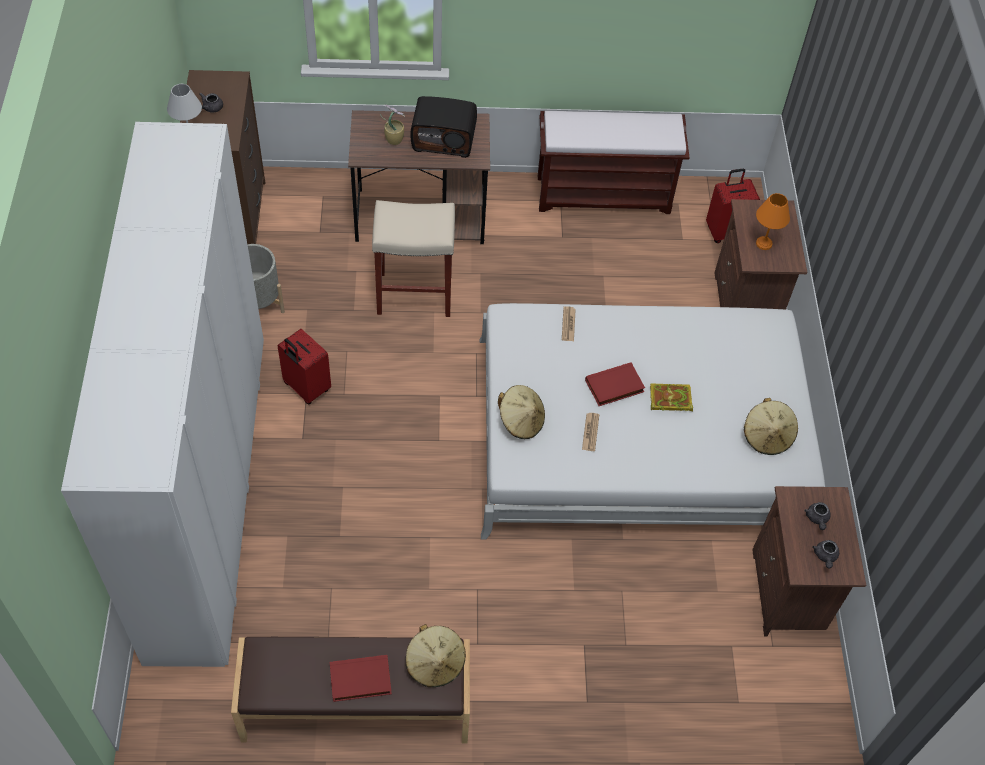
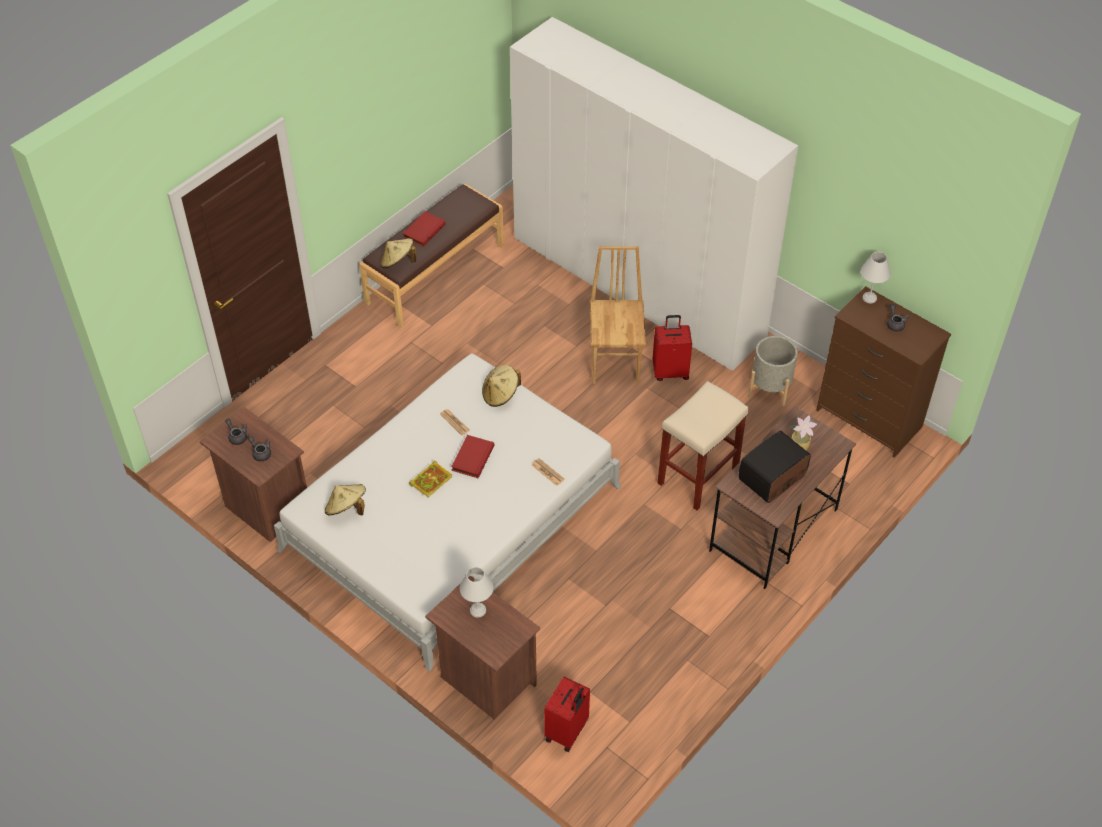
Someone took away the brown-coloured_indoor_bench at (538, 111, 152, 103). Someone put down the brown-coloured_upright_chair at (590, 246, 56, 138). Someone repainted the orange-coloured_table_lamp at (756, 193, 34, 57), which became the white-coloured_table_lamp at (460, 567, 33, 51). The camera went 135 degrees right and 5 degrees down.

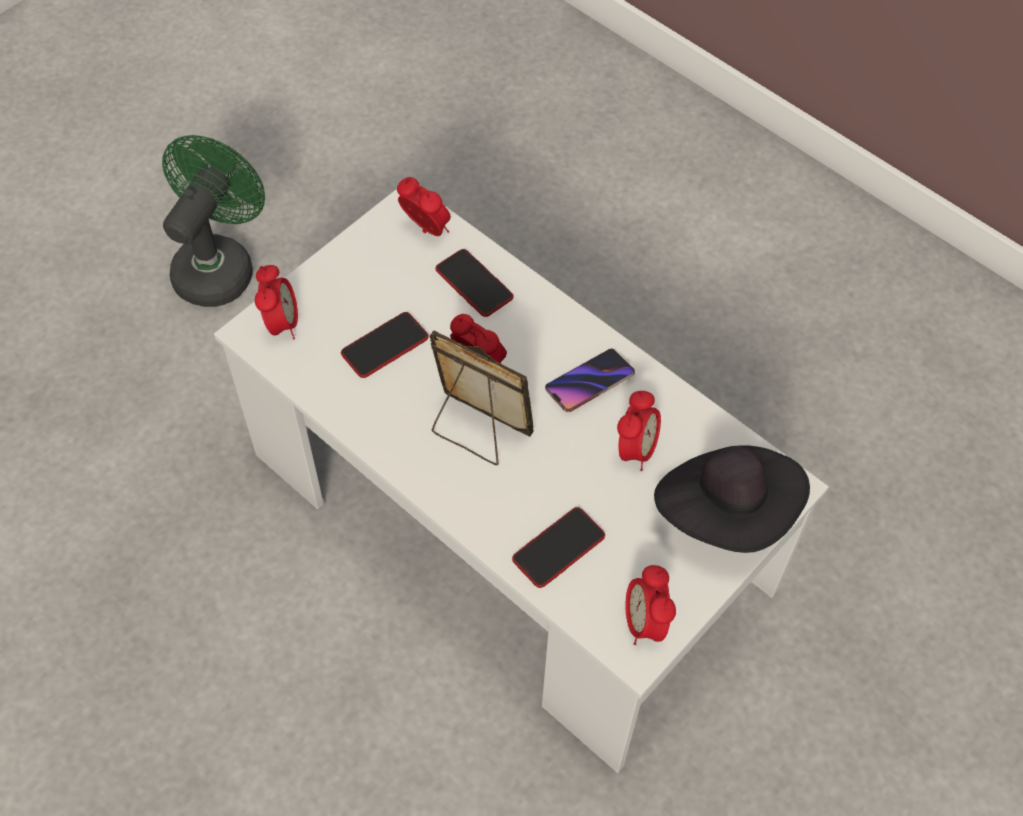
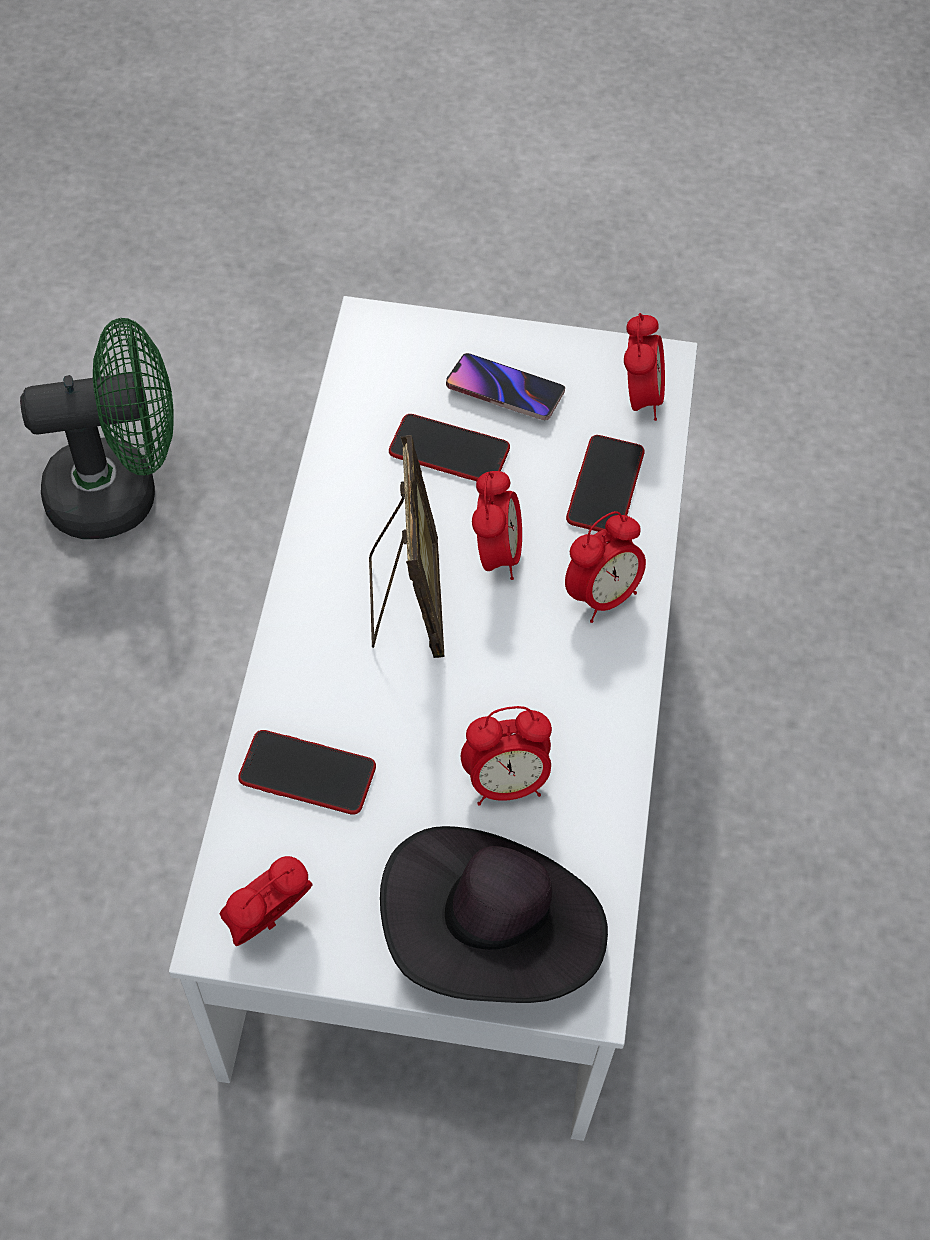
Someone carried the green_fan from (162, 135, 103, 172) to (20, 318, 154, 221). Someone carried the table_clock from (255, 265, 43, 75) to (565, 511, 81, 112). Someone carried the handset from (545, 348, 90, 64) to (446, 353, 119, 68). The camera went 55 degrees right and 0 degrees up.

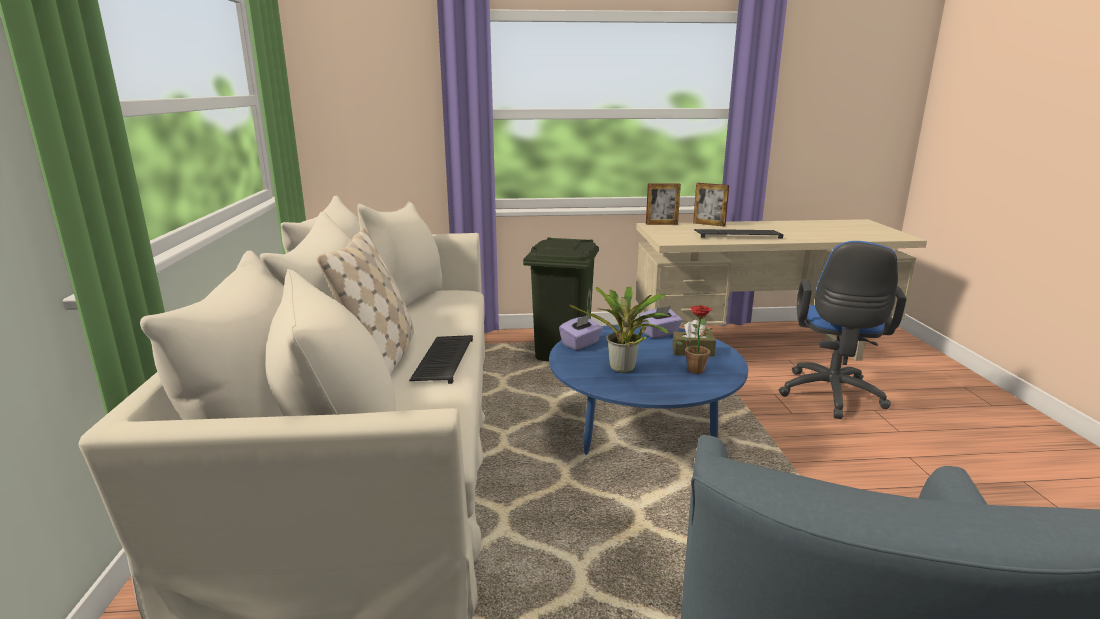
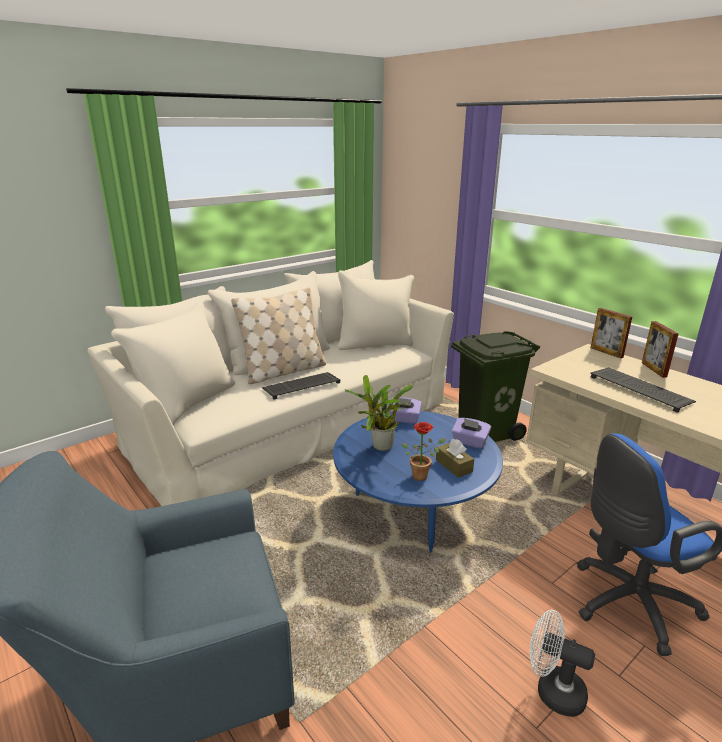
Someone put down the white-coloured_fan at (530, 610, 65, 107). The camera went 55 degrees right and 5 degrees up.

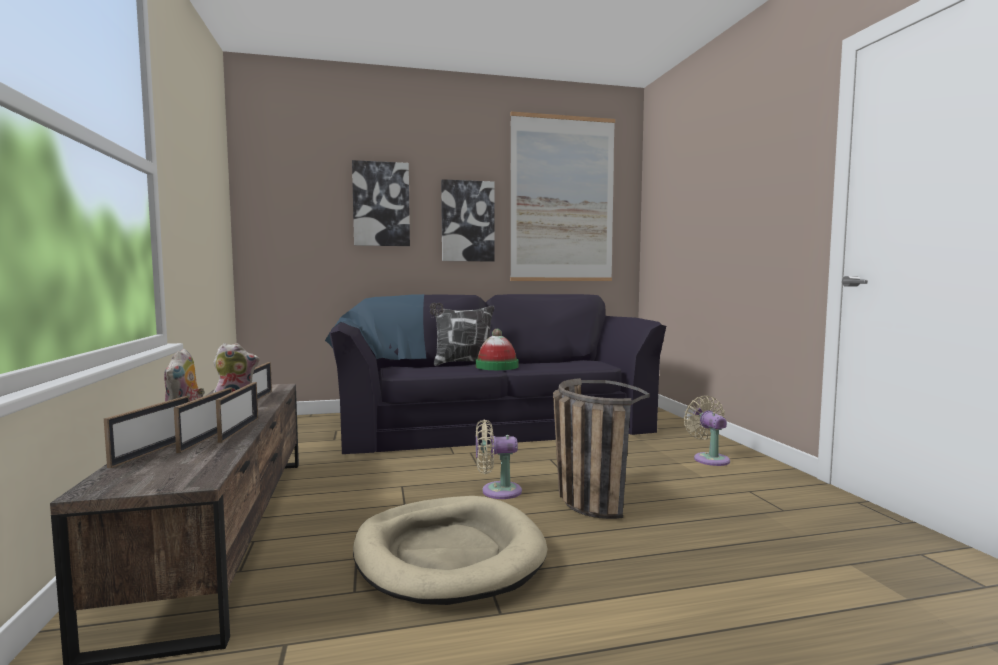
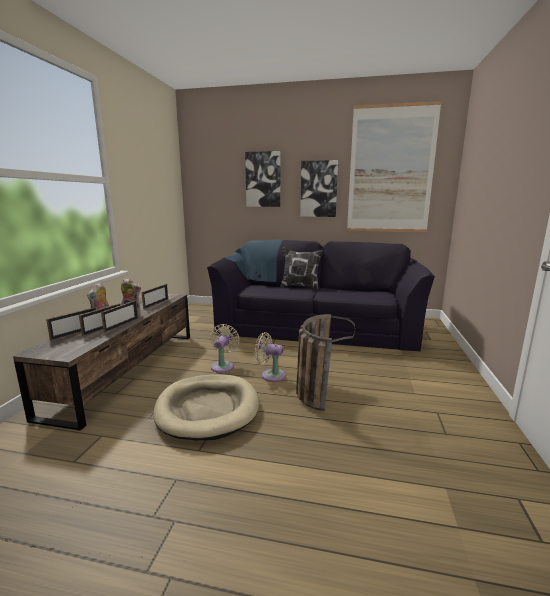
Someone took away the wearable_hat at (475, 329, 44, 41). Someone carried the beige_fan from (684, 396, 46, 70) to (210, 324, 30, 49). The camera went 25 degrees right and 10 degrees up.

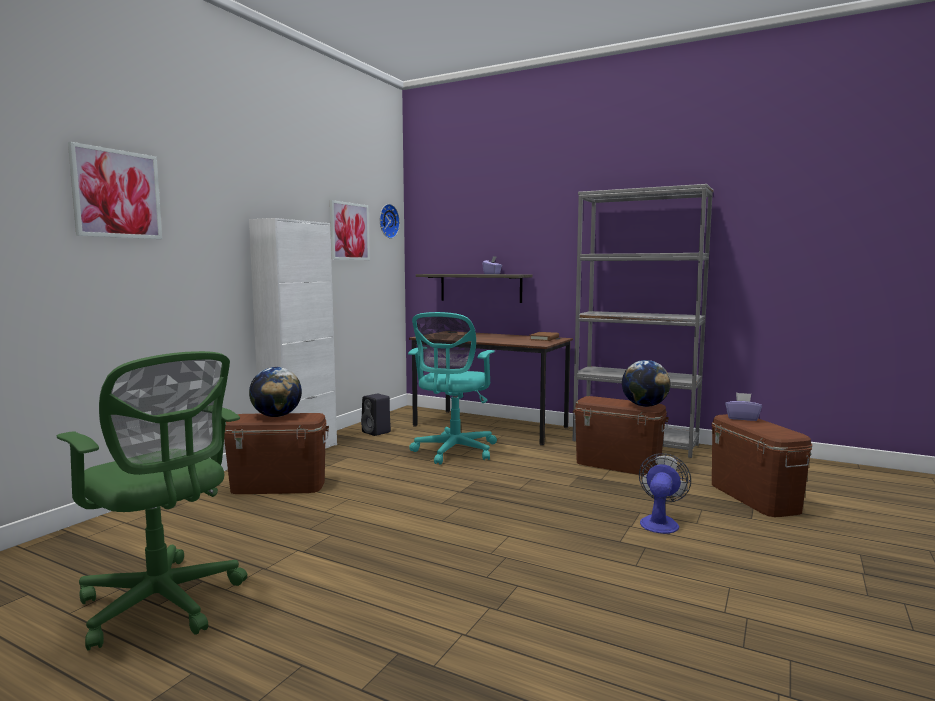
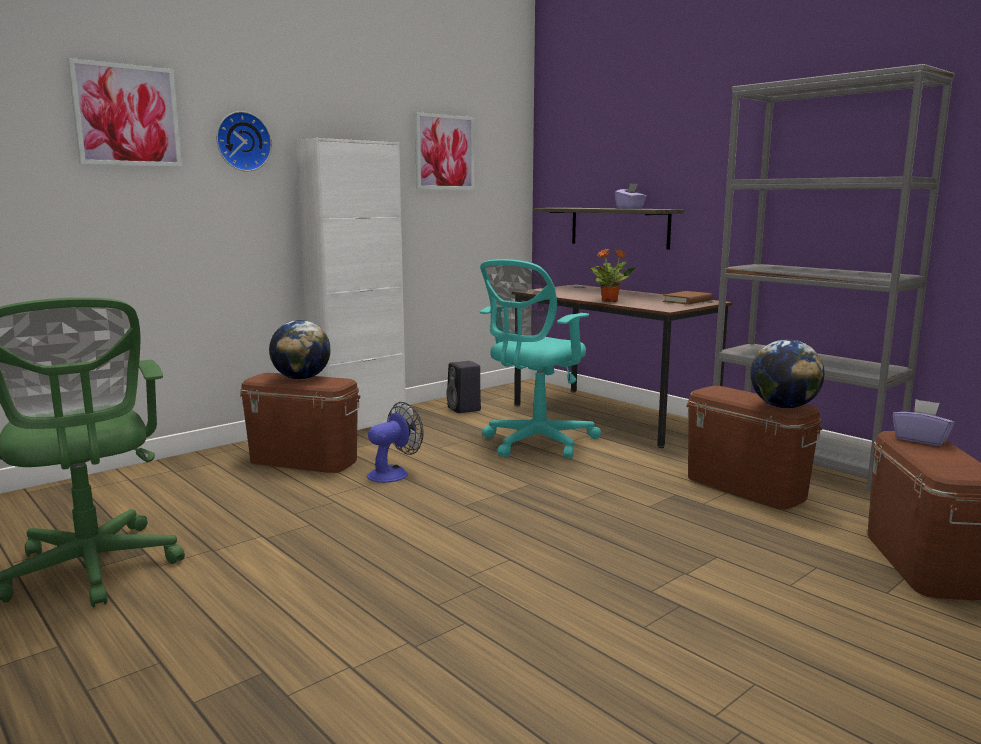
Someone put down the potted_plant at (587, 249, 49, 53). Someone carried the wall_clock from (380, 204, 20, 35) to (216, 111, 56, 61). Someone carried the fan from (639, 453, 52, 81) to (367, 402, 57, 81). The camera went 20 degrees right and 5 degrees up.

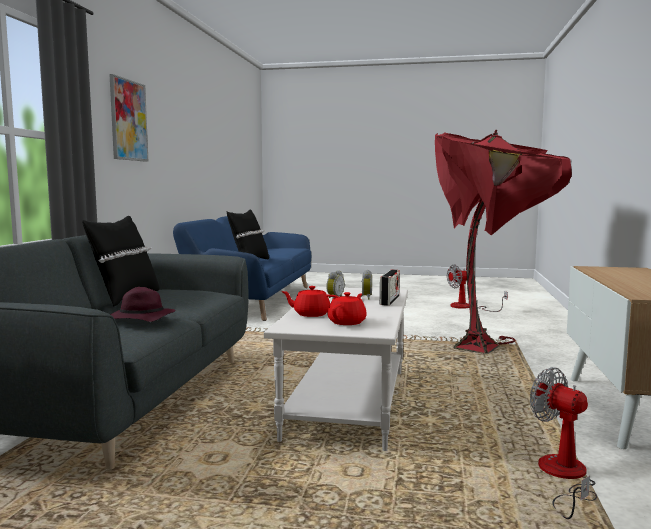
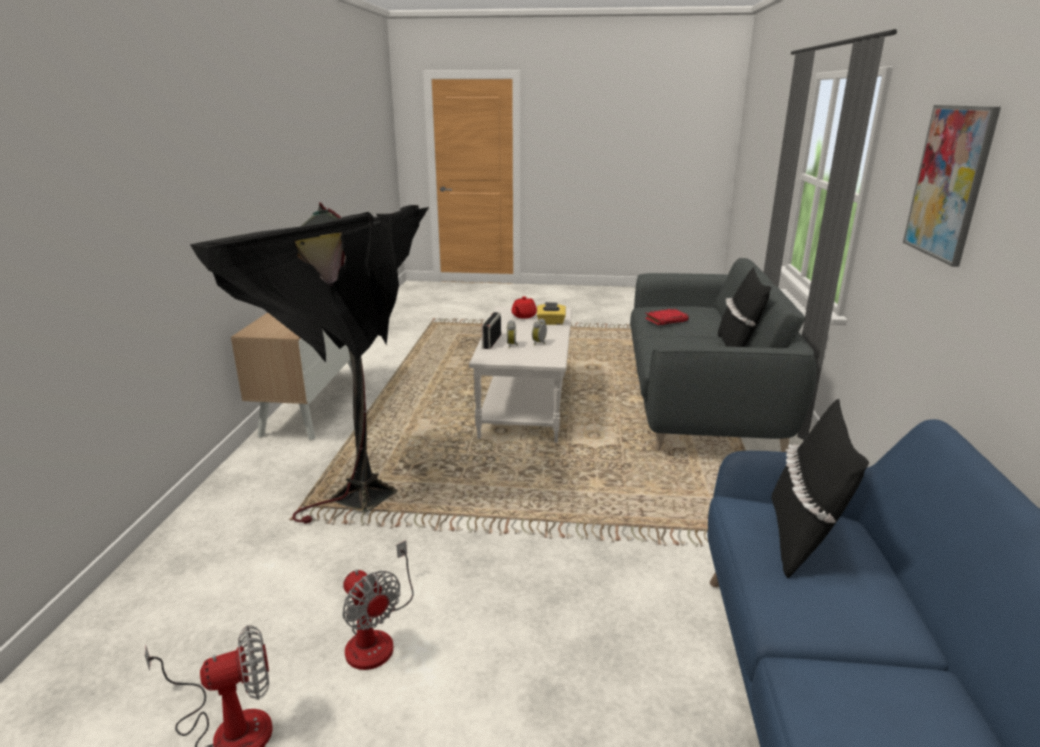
Someone carried the fan from (530, 367, 67, 152) to (342, 540, 72, 130). Someone swapped the purplish_wearable_hat at (110, 287, 66, 35) for the red-coloured_book at (645, 309, 44, 16). Someone swapped the red-coloured_teapot at (281, 286, 58, 31) for the yellowish_tissue_box at (537, 302, 29, 23). Someone repainted the red-coloured_standard_lamp at (435, 130, 137, 224), which became the black_standard_lamp at (190, 202, 239, 322). The camera went 175 degrees right and 15 degrees up.

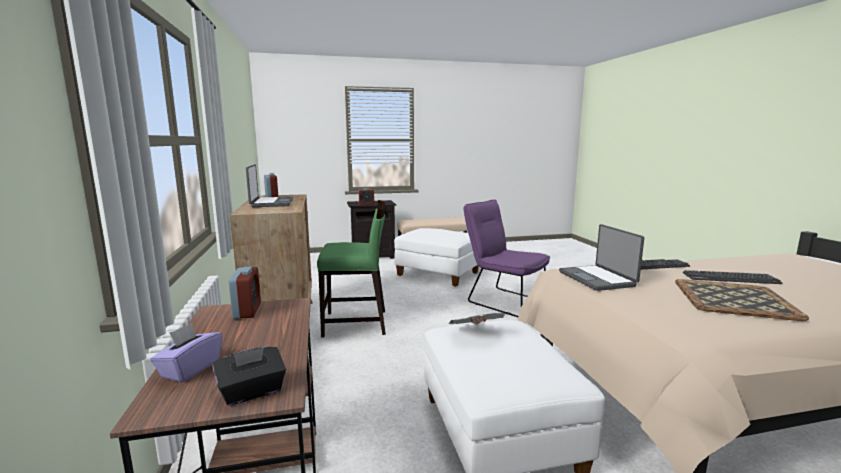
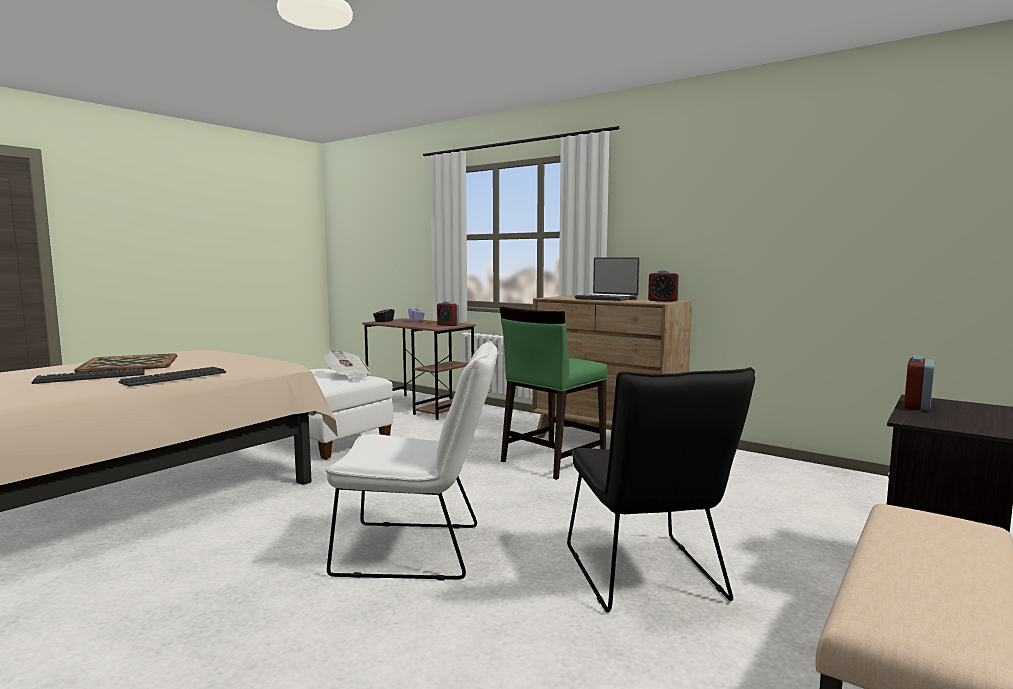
Someone took away the laptop at (559, 224, 85, 67). Someone swapped the white-coloured_pouffe at (394, 228, 85, 59) for the black_upright_chair at (567, 367, 188, 246). Someone repainted the purplish_upright_chair at (463, 200, 87, 117), which became the white-coloured_upright_chair at (325, 341, 173, 239). The camera went 140 degrees right and 5 degrees down.

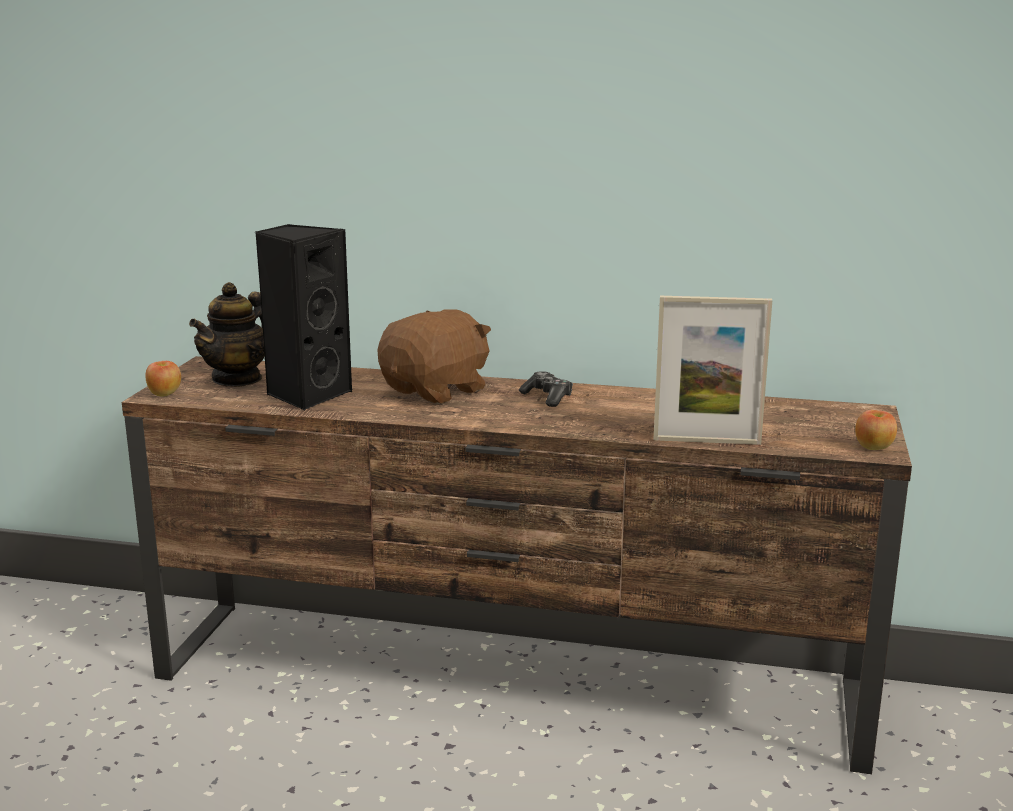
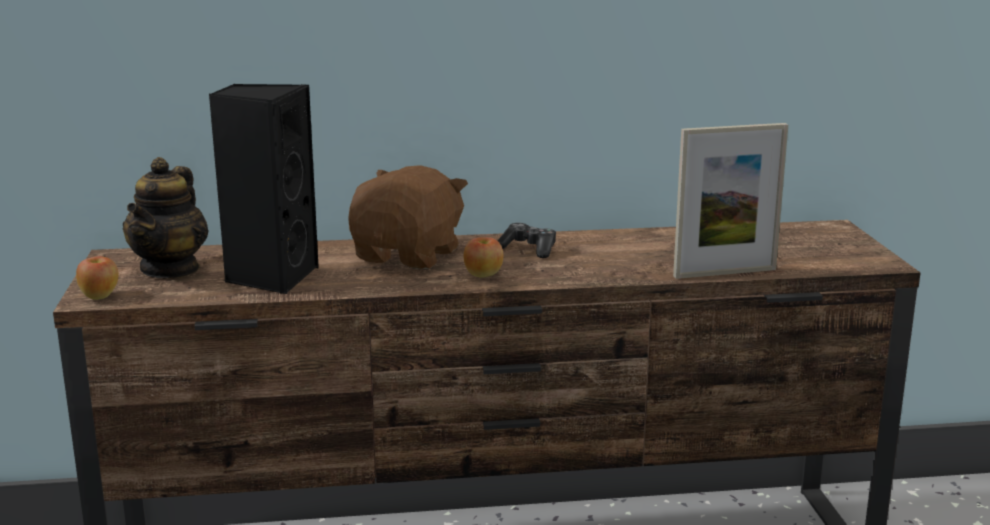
Someone carried the apple_fruit from (855, 410, 42, 40) to (464, 237, 39, 41). The camera went 20 degrees left and 0 degrees up.

